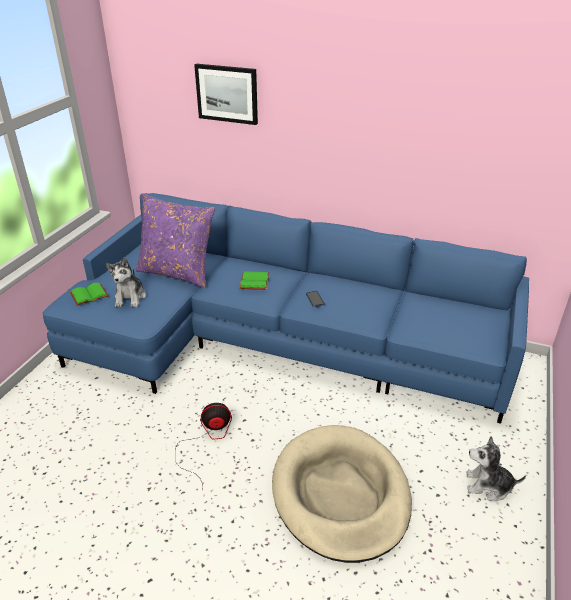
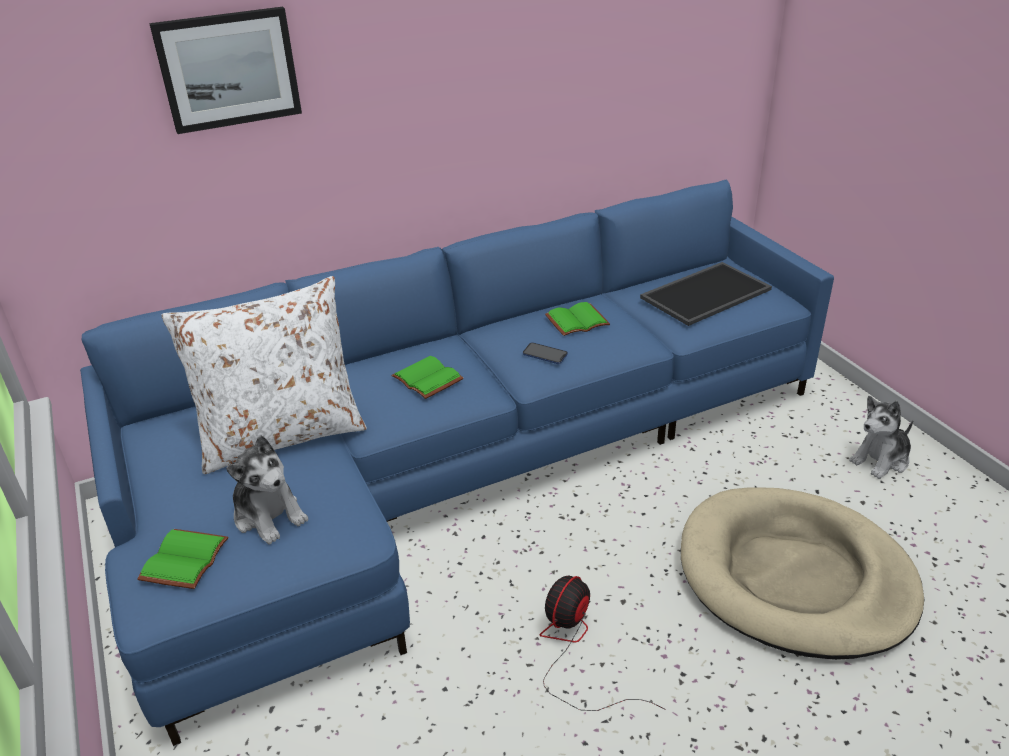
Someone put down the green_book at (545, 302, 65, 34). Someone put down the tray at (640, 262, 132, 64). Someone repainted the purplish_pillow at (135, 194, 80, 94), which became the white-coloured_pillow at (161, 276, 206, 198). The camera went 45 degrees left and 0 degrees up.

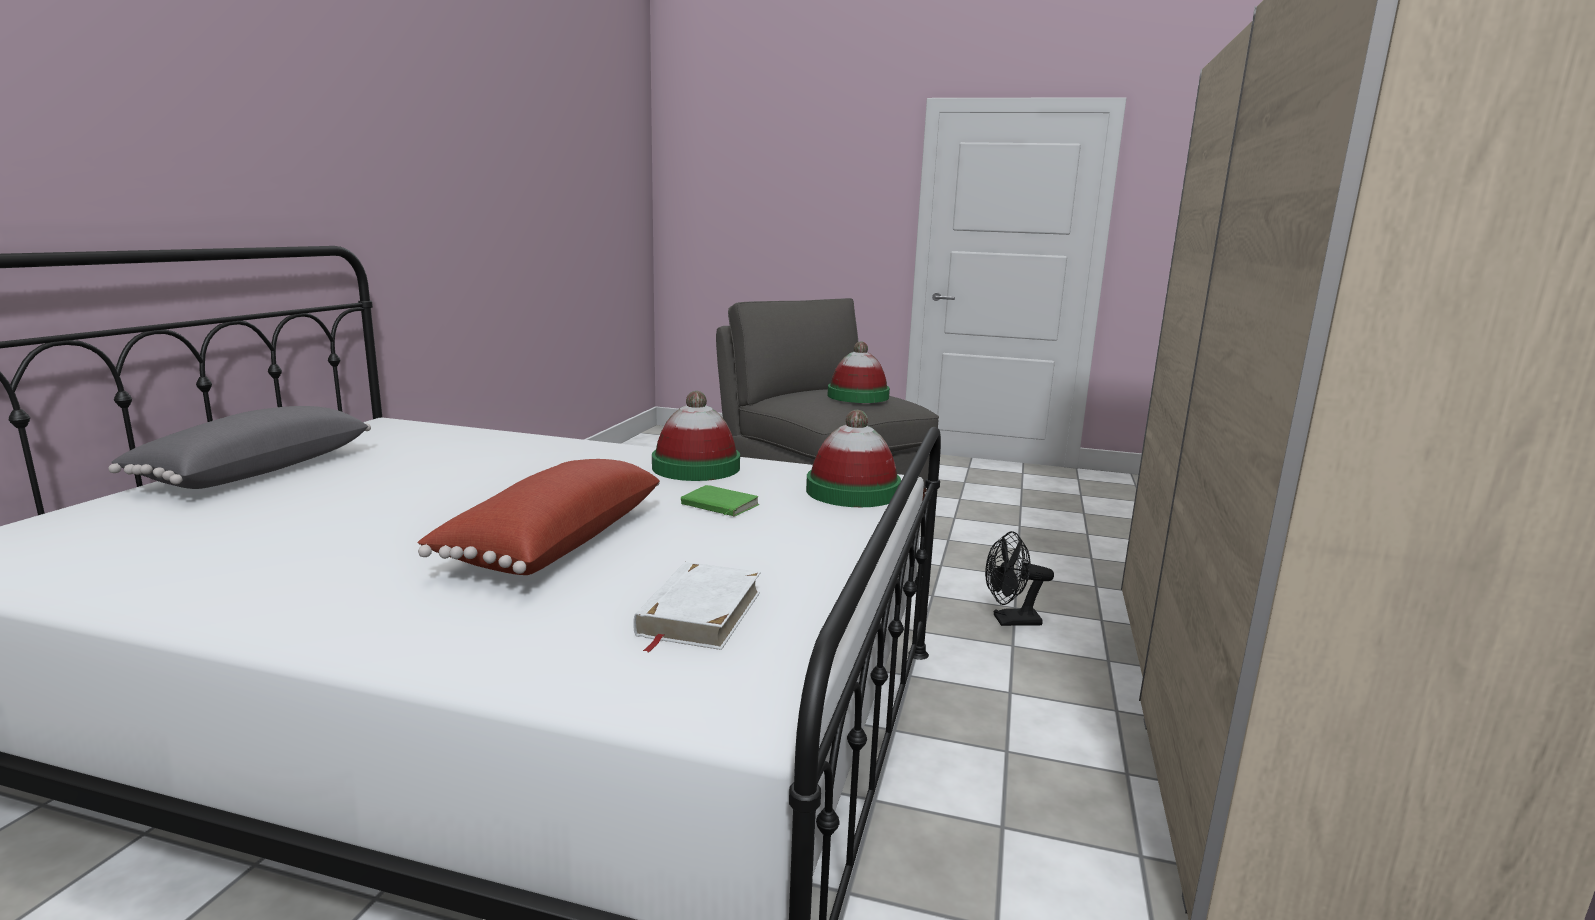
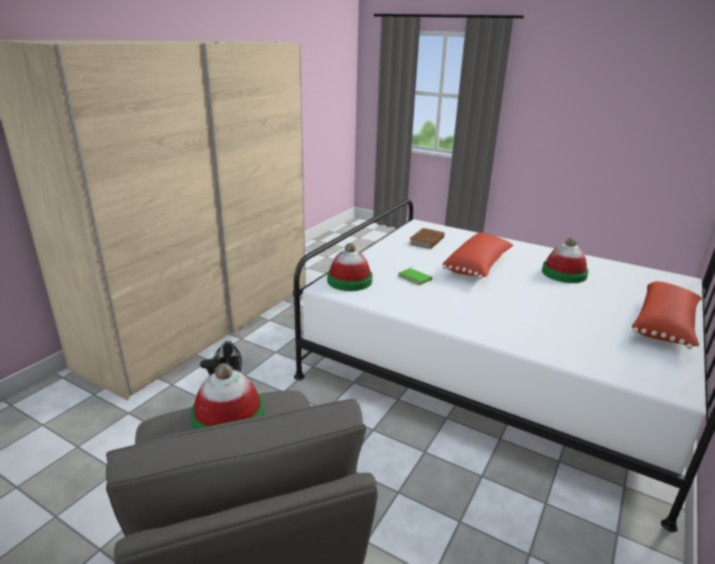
Someone carried the wearable_hat from (652, 391, 88, 90) to (542, 238, 47, 45). Someone repainted the greyish_pillow at (108, 406, 263, 83), which became the red-coloured_pillow at (632, 281, 70, 68). Someone repainted the white-coloured_book at (633, 562, 128, 90), which became the brown-coloured_book at (409, 228, 35, 21). The camera went 165 degrees left and 10 degrees up.

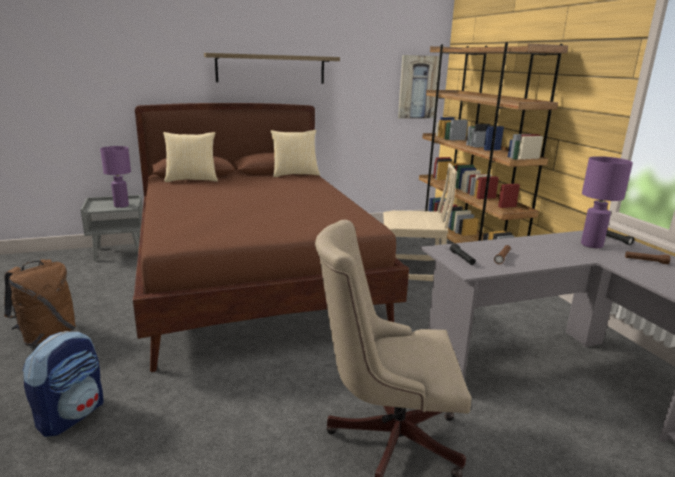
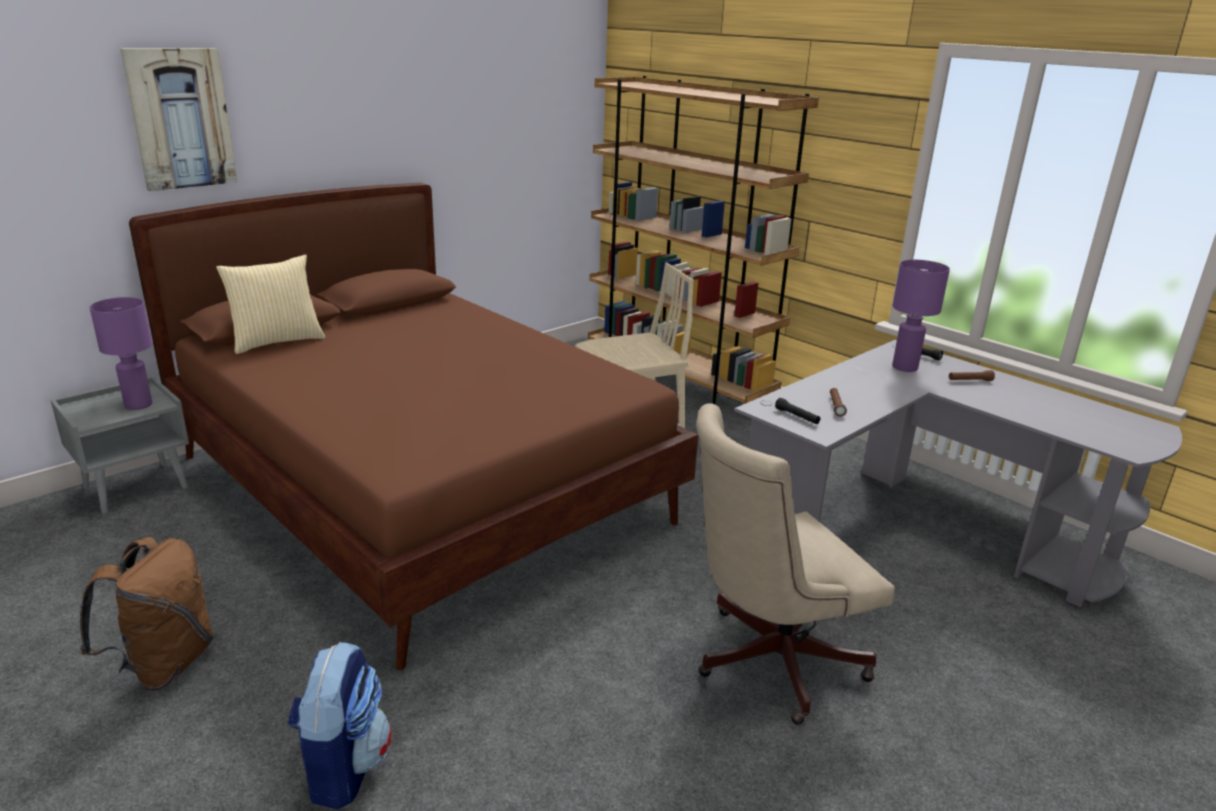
Someone took away the bracket_shelf at (204, 53, 136, 31). Someone took away the pillow at (271, 130, 49, 47). Someone carried the wall_art from (398, 55, 42, 64) to (120, 48, 117, 143). The camera went 25 degrees left and 5 degrees up.

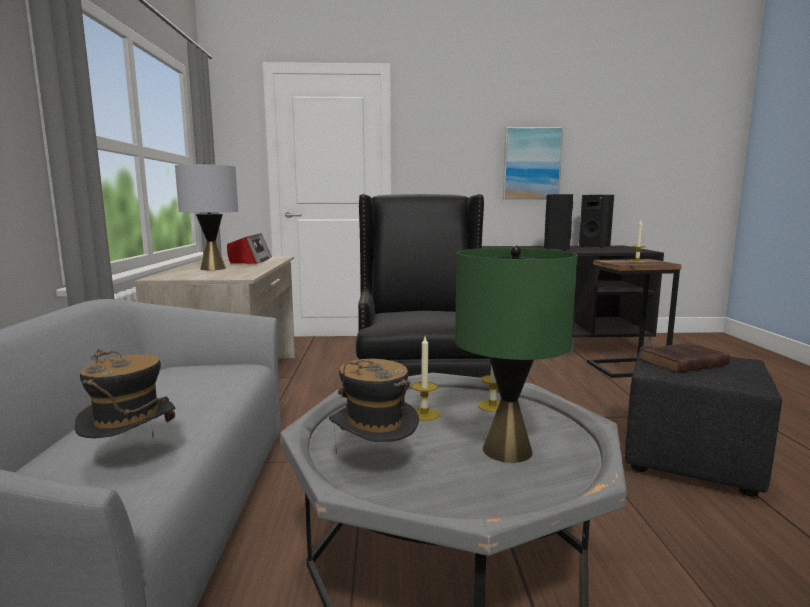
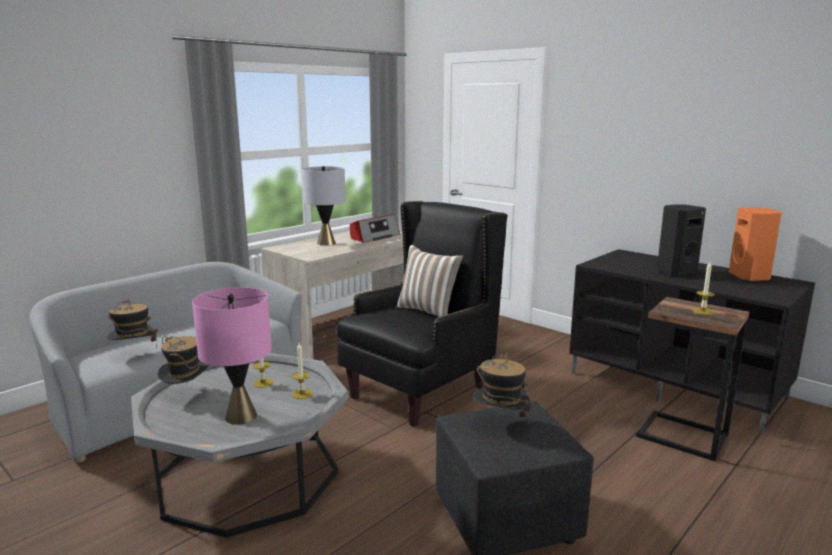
Someone took away the wall_art at (503, 127, 60, 73). Someone put down the pillow at (397, 245, 66, 72). Someone swapped the brown-coloured_book at (640, 343, 90, 30) for the wearable_hat at (473, 353, 59, 71). Someone repainted the green_table_lamp at (455, 245, 123, 218), which became the pinkish_table_lamp at (192, 287, 80, 137). Someone repainted the black_audio_speaker at (579, 195, 35, 53), which became the orange-coloured_audio_speaker at (729, 207, 53, 74). The camera went 45 degrees right and 5 degrees up.

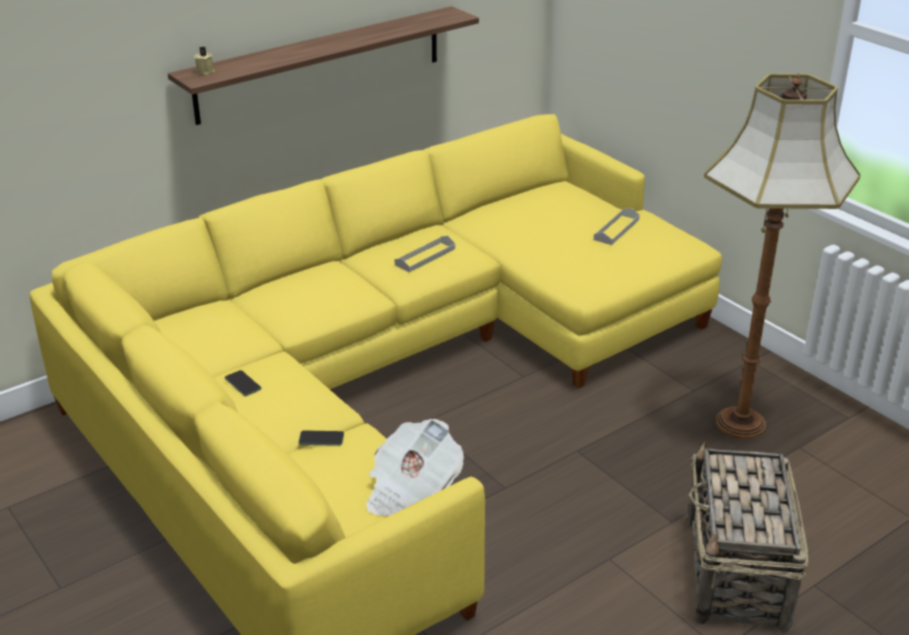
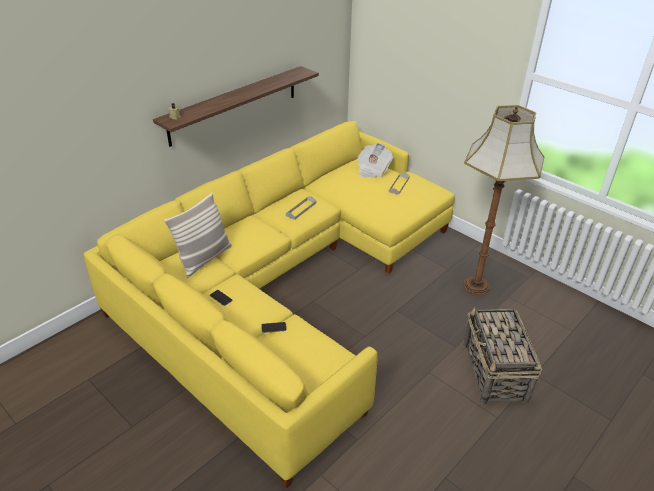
Someone put down the pillow at (164, 193, 68, 85). Someone carried the newspaper from (366, 419, 98, 97) to (357, 143, 36, 35). The camera went 10 degrees left and 5 degrees up.

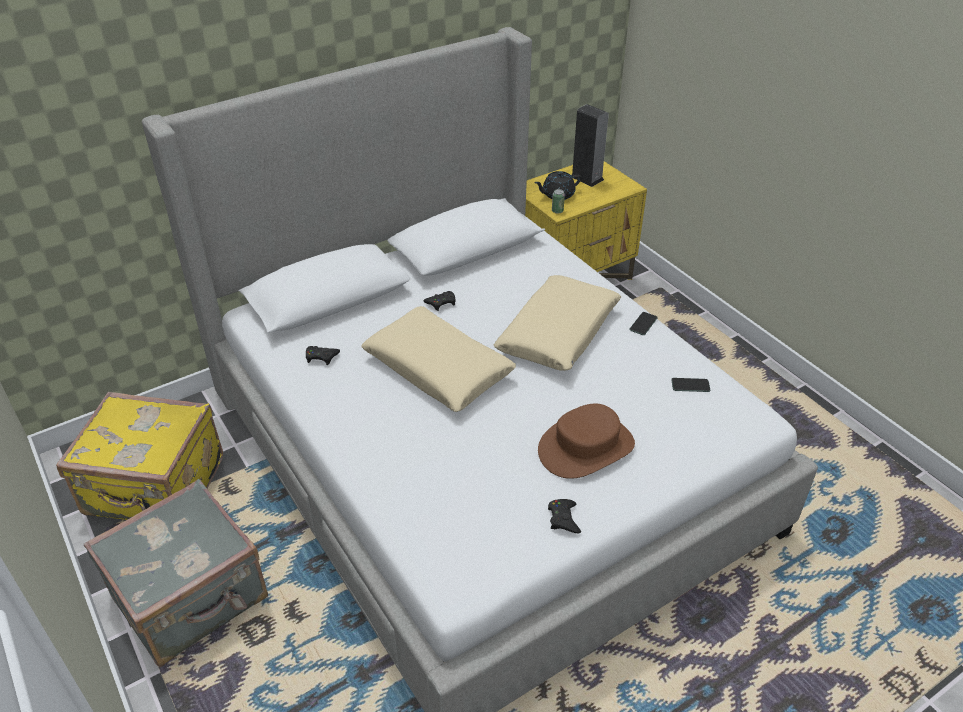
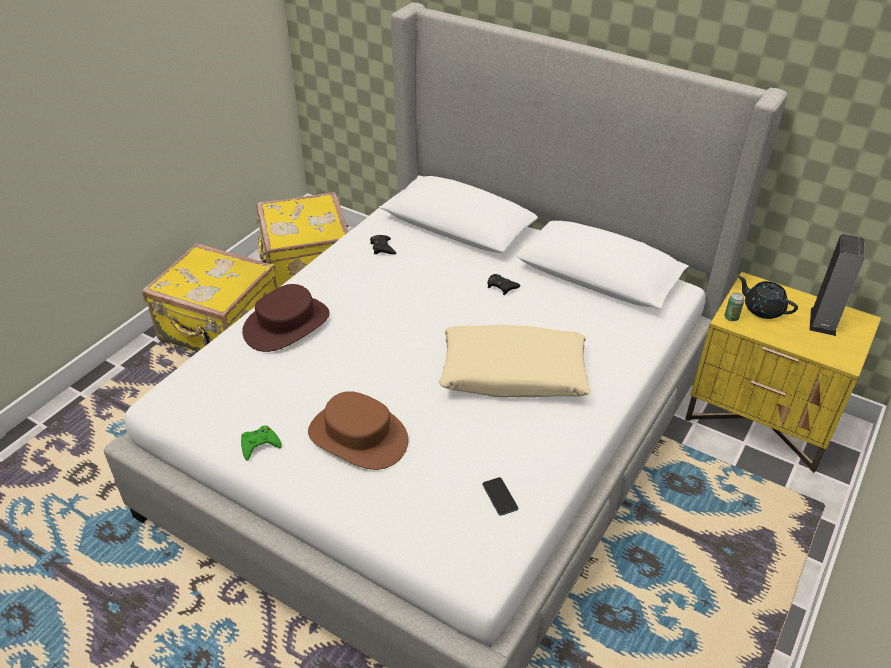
Someone took away the beige_pillow at (361, 306, 155, 106). Someone took away the handset at (629, 312, 29, 23). Someone put down the brown-coloured_wearable_hat at (242, 284, 88, 68). Someone repainted the greyish_suitcase at (84, 479, 184, 188), which became the yellowish_suitcase at (142, 243, 135, 109). Someone repainted the black_gamepad at (548, 499, 33, 34), which became the green_gamepad at (241, 426, 41, 35). The camera went 65 degrees right and 0 degrees up.

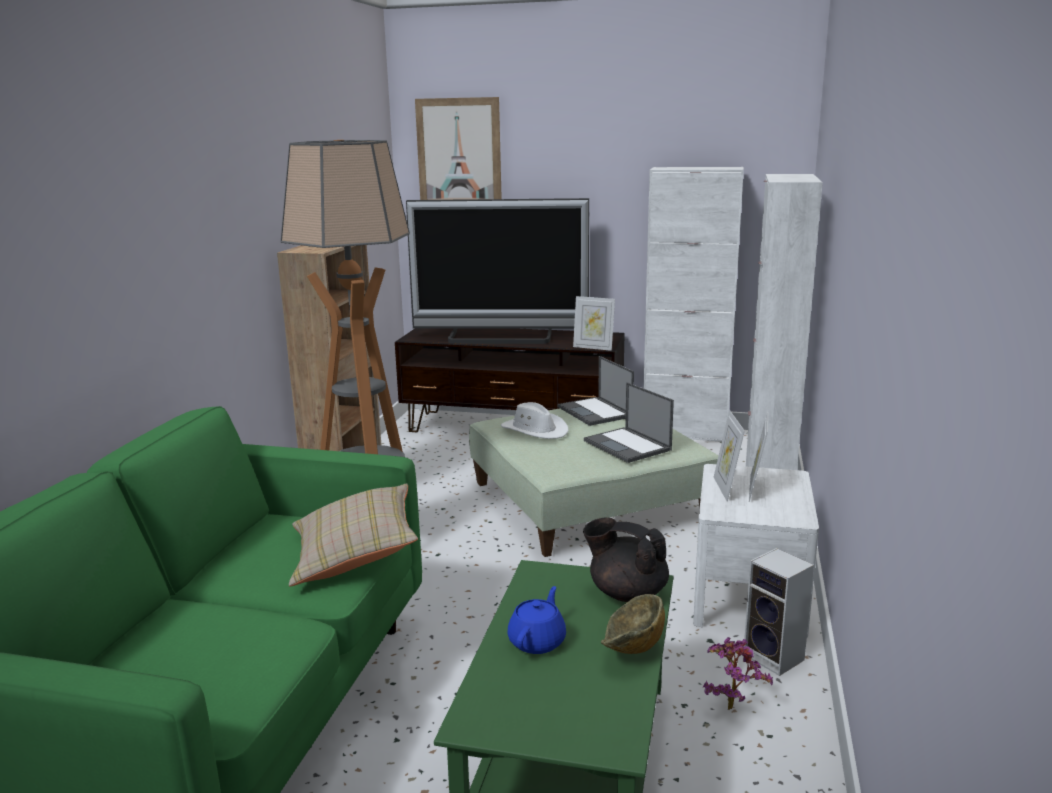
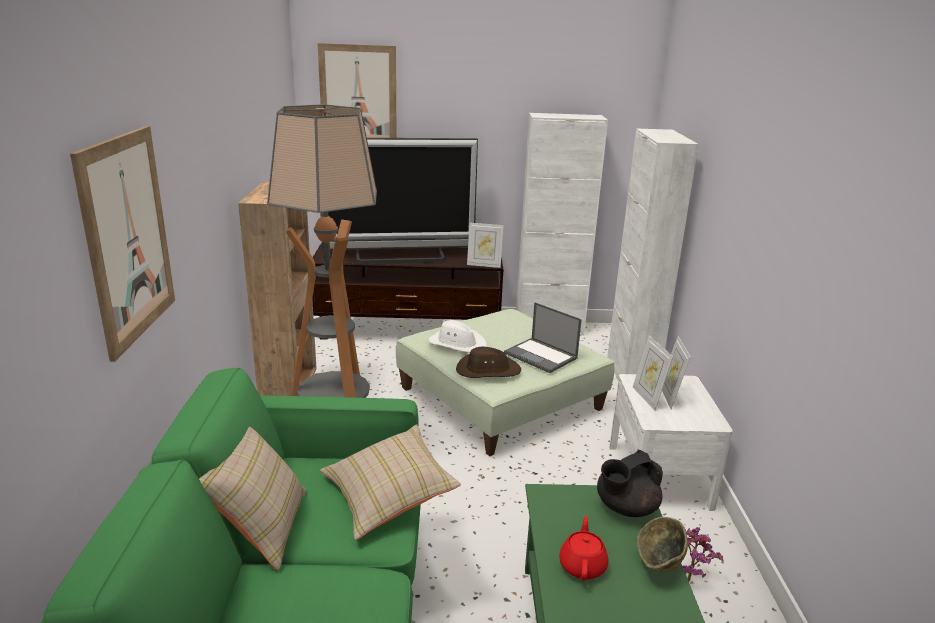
Someone took away the laptop at (558, 356, 76, 70). Someone took away the audio_speaker at (744, 548, 70, 128). Someone put up the wall_art at (70, 126, 105, 236). Someone put down the beige_pillow at (199, 427, 108, 144). Someone put down the brown-coloured_wearable_hat at (456, 347, 65, 31). Someone repainted the bluish_teapot at (507, 586, 59, 68), which became the red-coloured_teapot at (559, 516, 49, 65). Someone rotated the black_teapot at (583, 518, 86, 84) by 45 degrees counterclockwise. The camera went 15 degrees left and 5 degrees up.

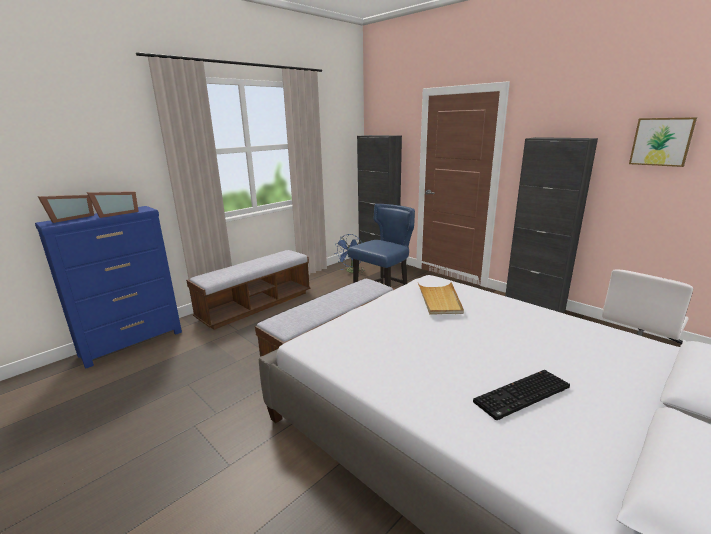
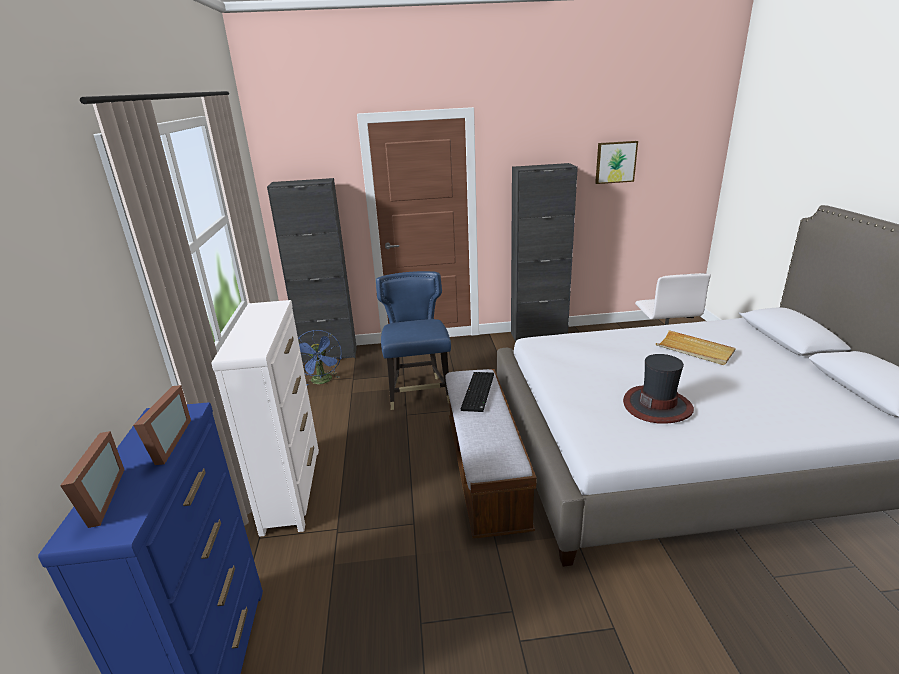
Someone put down the wearable_hat at (623, 354, 71, 70). Someone carried the beige_tray from (418, 282, 46, 33) to (656, 330, 80, 35). Someone carried the keyboard from (473, 370, 97, 50) to (461, 372, 33, 40). Someone swapped the indoor_bench at (186, 250, 125, 80) for the white-coloured_chest_of_drawers at (212, 300, 107, 237). The camera went 50 degrees left and 5 degrees up.

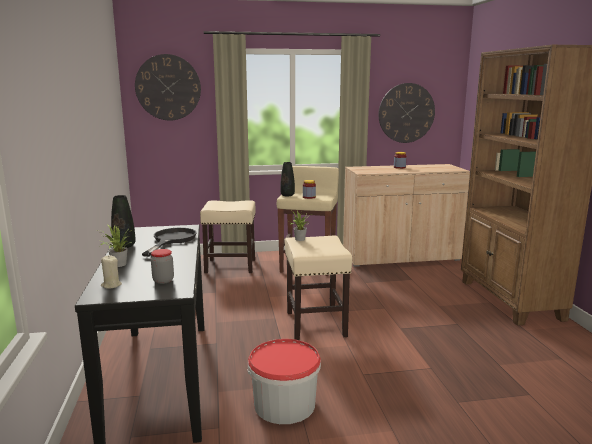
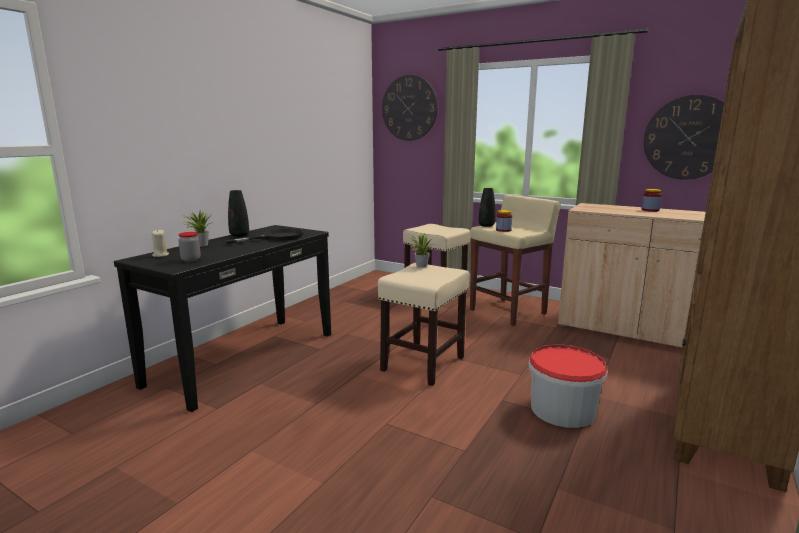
Someone carried the water_bucket from (247, 339, 74, 85) to (528, 344, 80, 84). The camera went 40 degrees right and 0 degrees up.

